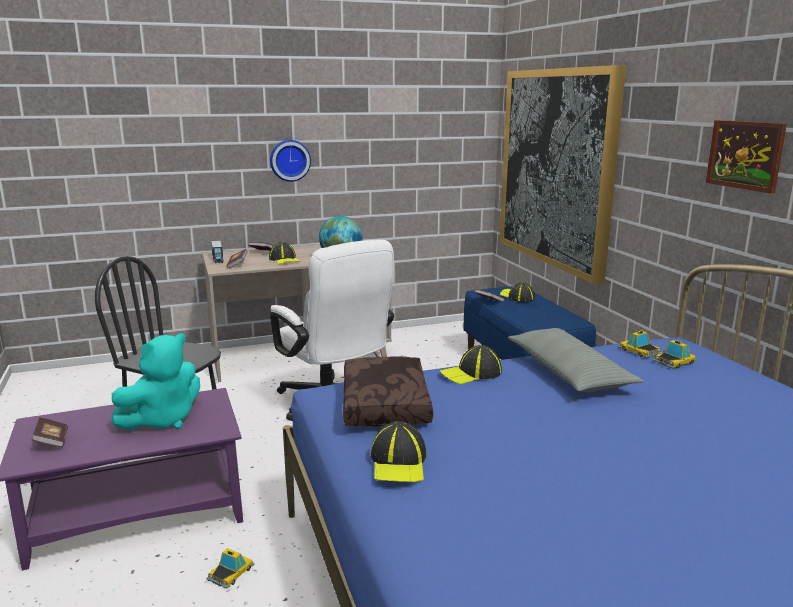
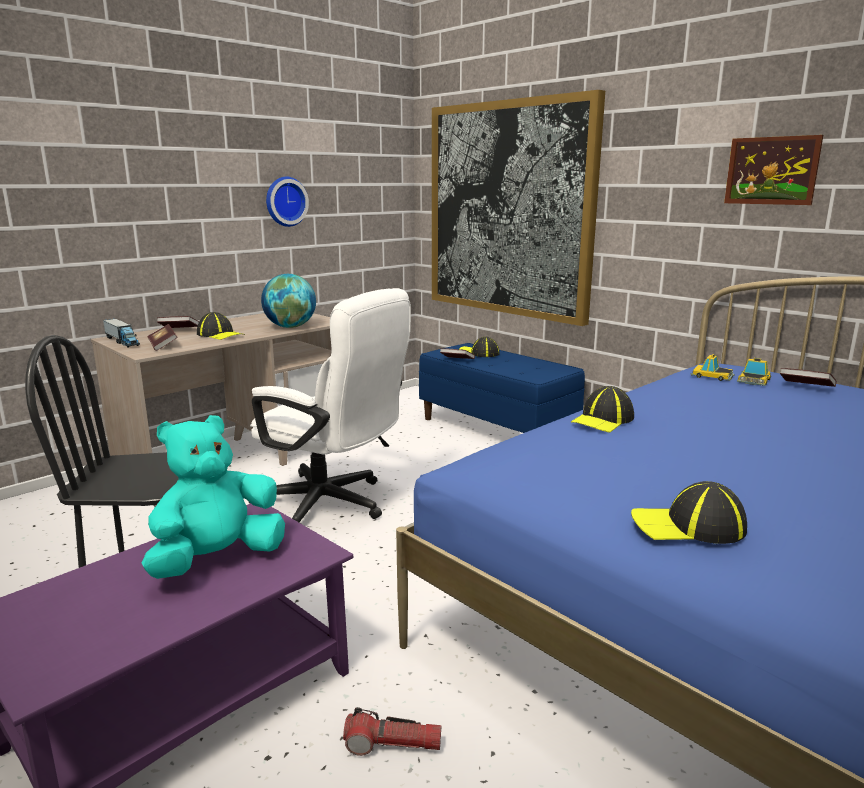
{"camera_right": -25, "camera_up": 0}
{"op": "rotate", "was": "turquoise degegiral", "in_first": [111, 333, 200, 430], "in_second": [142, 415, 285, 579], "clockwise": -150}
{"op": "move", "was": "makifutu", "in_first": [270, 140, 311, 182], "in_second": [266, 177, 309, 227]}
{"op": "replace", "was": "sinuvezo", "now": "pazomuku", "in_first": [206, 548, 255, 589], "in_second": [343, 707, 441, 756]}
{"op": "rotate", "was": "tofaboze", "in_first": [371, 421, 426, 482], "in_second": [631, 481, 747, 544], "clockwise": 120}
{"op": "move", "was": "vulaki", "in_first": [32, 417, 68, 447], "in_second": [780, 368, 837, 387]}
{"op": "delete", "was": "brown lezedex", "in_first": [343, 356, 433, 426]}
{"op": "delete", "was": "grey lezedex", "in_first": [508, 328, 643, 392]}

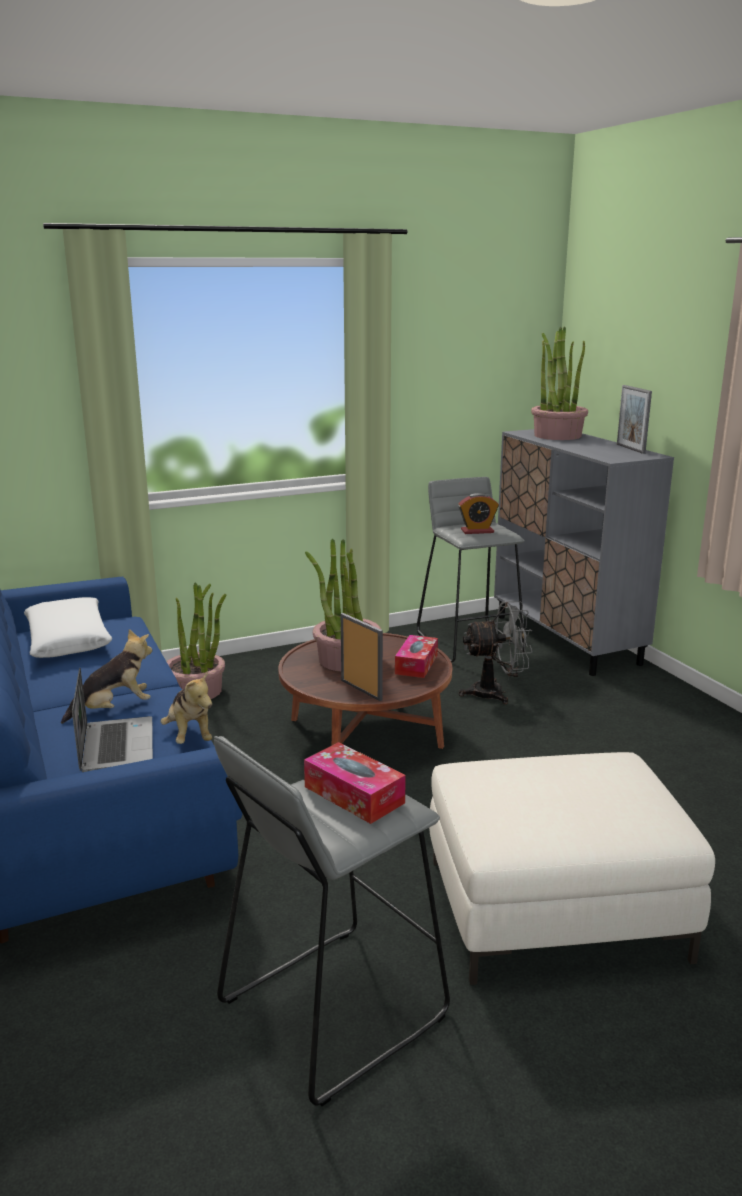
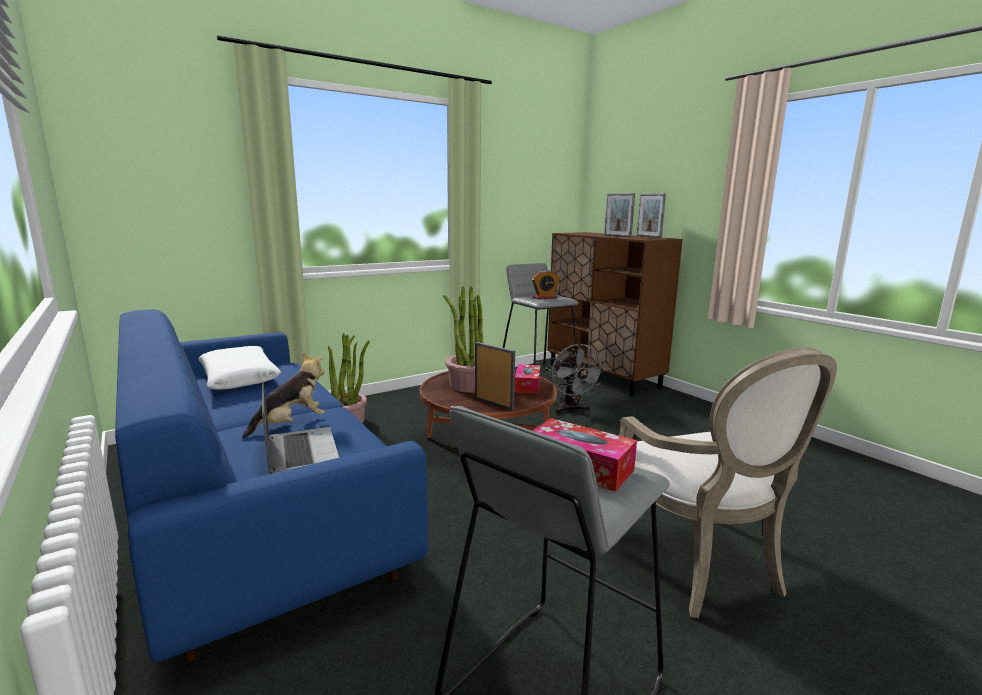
{"camera_right": -10, "camera_up": -5}
{"op": "recolor", "was": "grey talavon", "now": "brown talavon", "in_first": [494, 429, 674, 676], "in_second": [547, 232, 683, 396]}
{"op": "rotate", "was": "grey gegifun", "in_first": [459, 601, 533, 704], "in_second": [552, 343, 606, 414], "clockwise": 90}
{"op": "insert", "now": "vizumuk", "in_second": [604, 193, 635, 237]}
{"op": "replace", "was": "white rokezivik", "now": "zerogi", "in_first": [429, 752, 715, 985], "in_second": [619, 347, 837, 618]}
{"op": "delete", "was": "degegiral", "in_first": [160, 671, 212, 744]}
{"op": "delete", "was": "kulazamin", "in_first": [531, 326, 588, 440]}

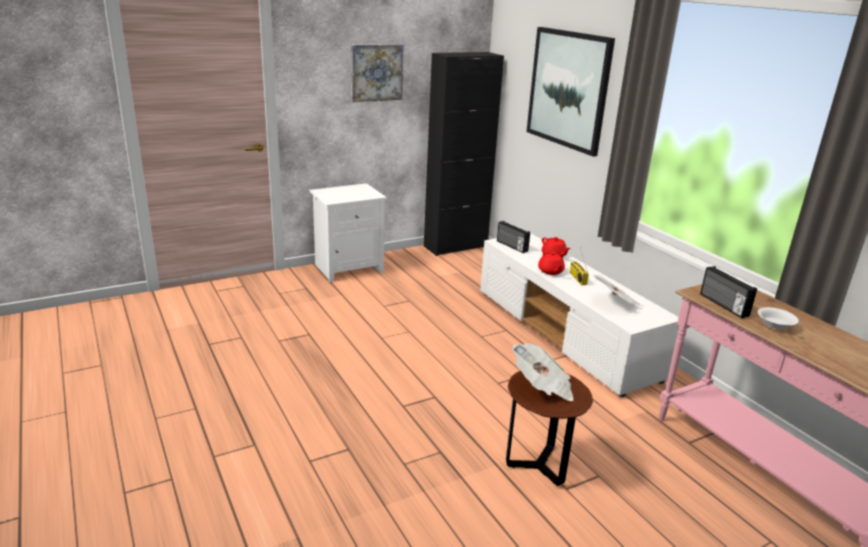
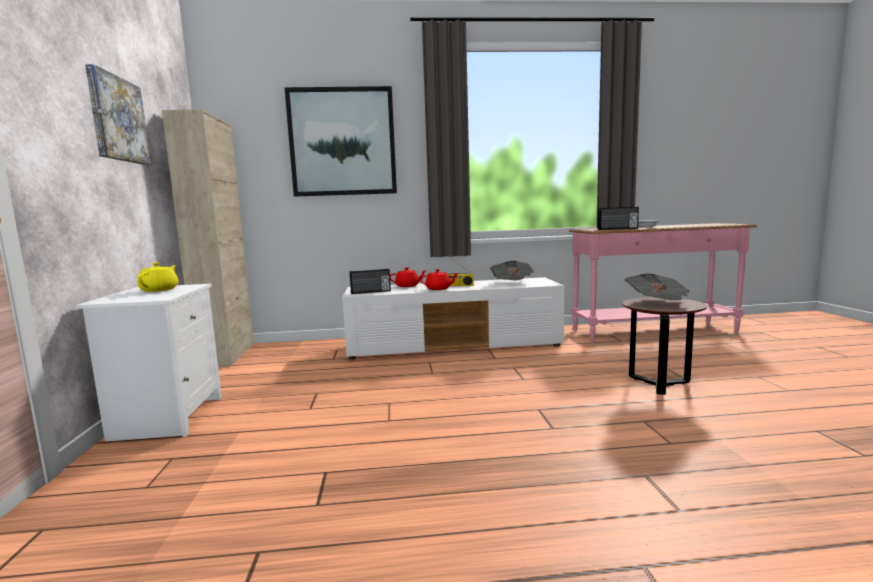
{"camera_right": -65, "camera_up": -15}
{"op": "insert", "now": "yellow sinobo", "in_second": [137, 262, 179, 292]}
{"op": "recolor", "was": "black talavon", "now": "beige talavon", "in_first": [424, 52, 504, 256], "in_second": [162, 109, 254, 367]}

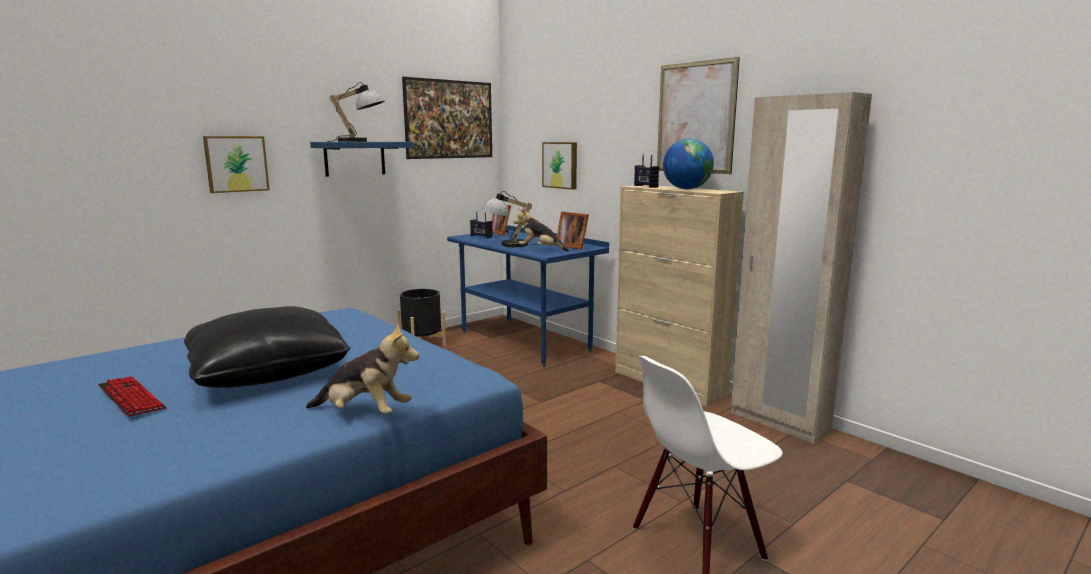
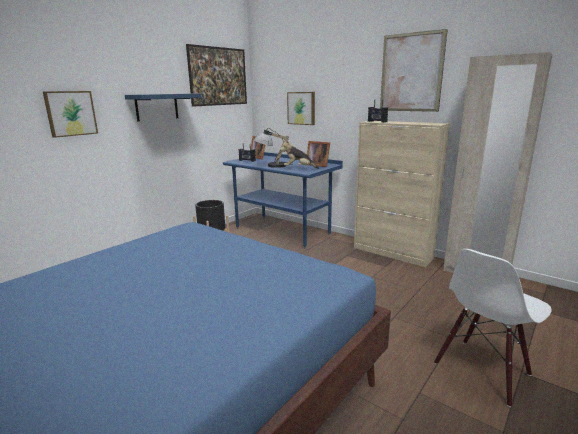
{"camera_right": -10, "camera_up": 5}
{"op": "delete", "was": "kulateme", "in_first": [98, 376, 166, 417]}
{"op": "delete", "was": "black lezedex", "in_first": [184, 306, 351, 388]}
{"op": "delete", "was": "degegiral", "in_first": [306, 323, 419, 414]}
{"op": "delete", "was": "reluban", "in_first": [330, 82, 385, 142]}
{"op": "delete", "was": "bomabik", "in_first": [663, 138, 714, 189]}

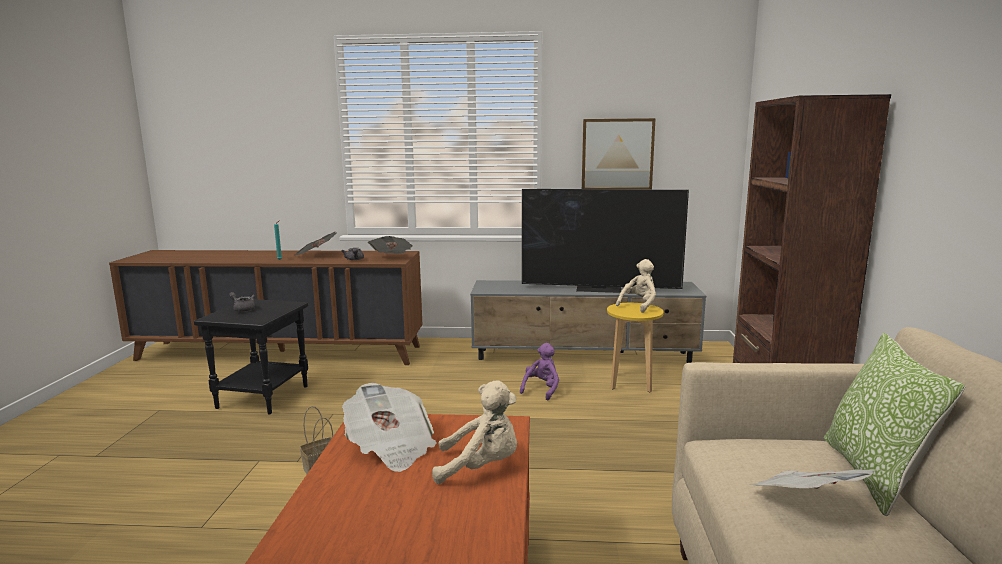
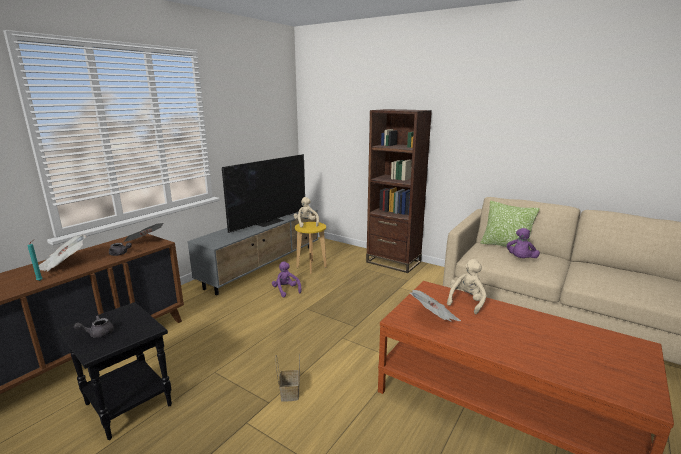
{"camera_right": -60, "camera_up": 5}
{"op": "replace", "was": "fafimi", "now": "purple degegiral", "in_first": [748, 469, 875, 489], "in_second": [507, 228, 540, 258]}
{"op": "delete", "was": "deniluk", "in_first": [582, 118, 656, 189]}

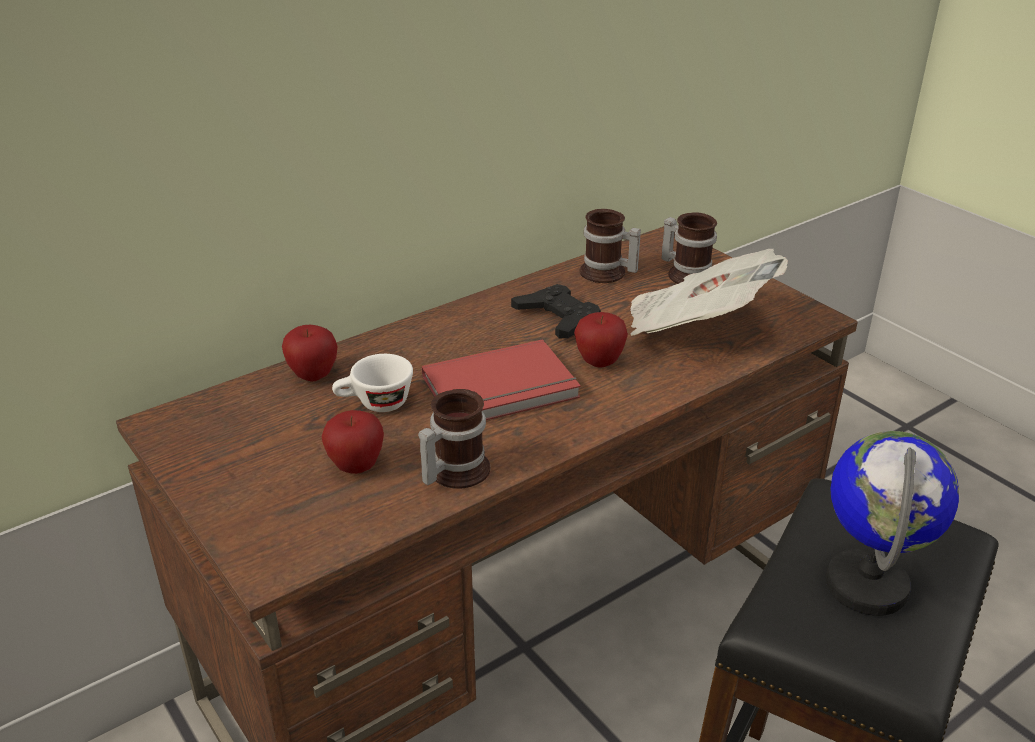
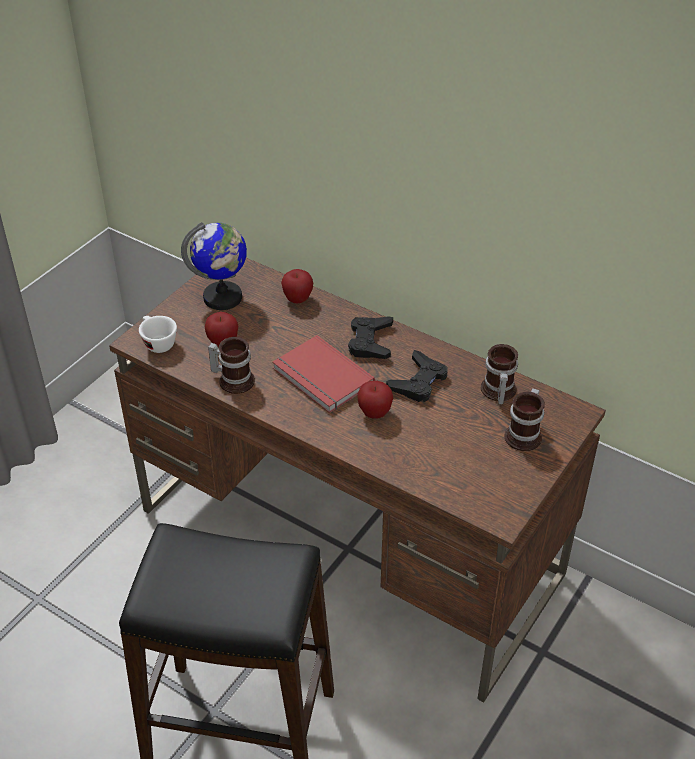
{"camera_right": 70, "camera_up": 10}
{"op": "move", "was": "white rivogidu", "in_first": [332, 354, 413, 412], "in_second": [139, 316, 177, 353]}
{"op": "move", "was": "bomabik", "in_first": [826, 431, 960, 616], "in_second": [181, 222, 247, 310]}
{"op": "insert", "now": "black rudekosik", "in_second": [348, 316, 393, 359]}
{"op": "delete", "was": "fafimi", "in_first": [630, 249, 788, 336]}

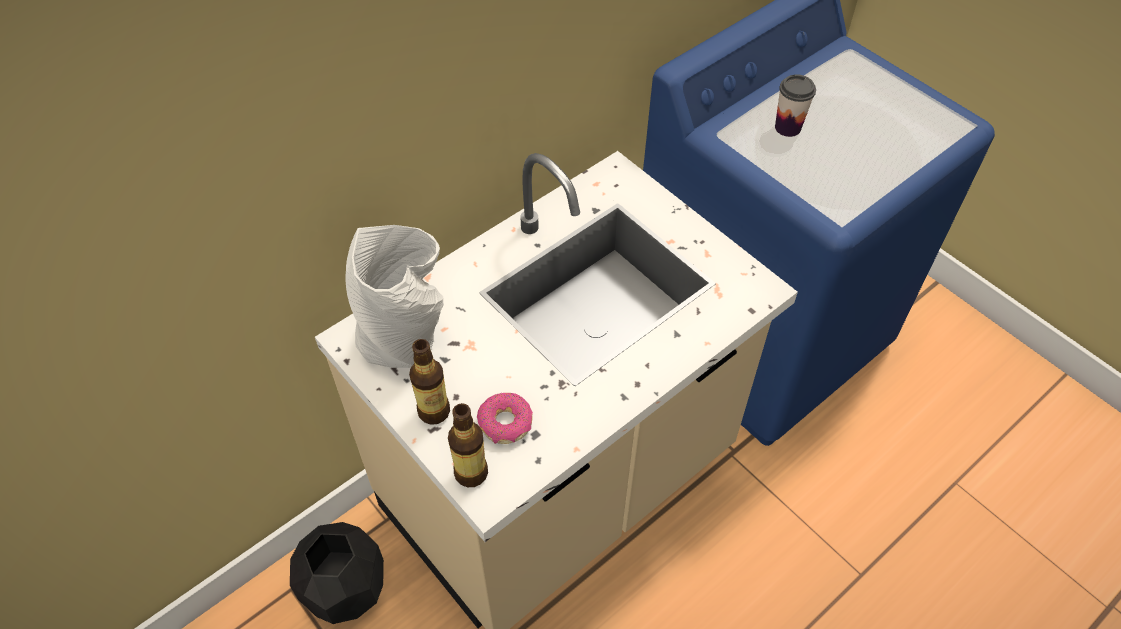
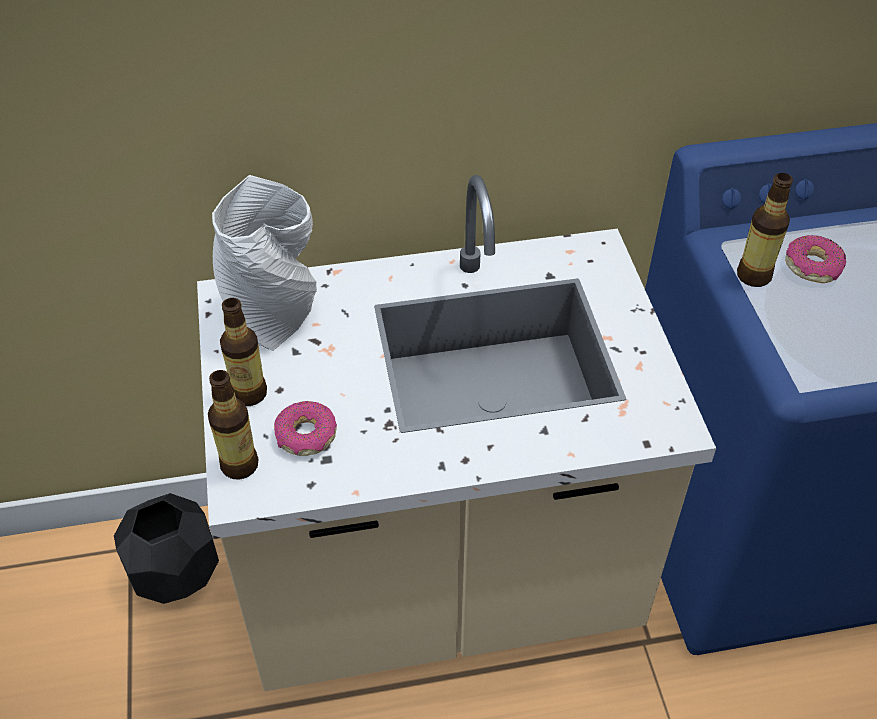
{"camera_right": 30, "camera_up": -5}
{"op": "insert", "now": "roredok", "in_second": [737, 173, 793, 287]}
{"op": "replace", "was": "rivogidu", "now": "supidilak", "in_first": [775, 74, 816, 137], "in_second": [785, 235, 846, 283]}

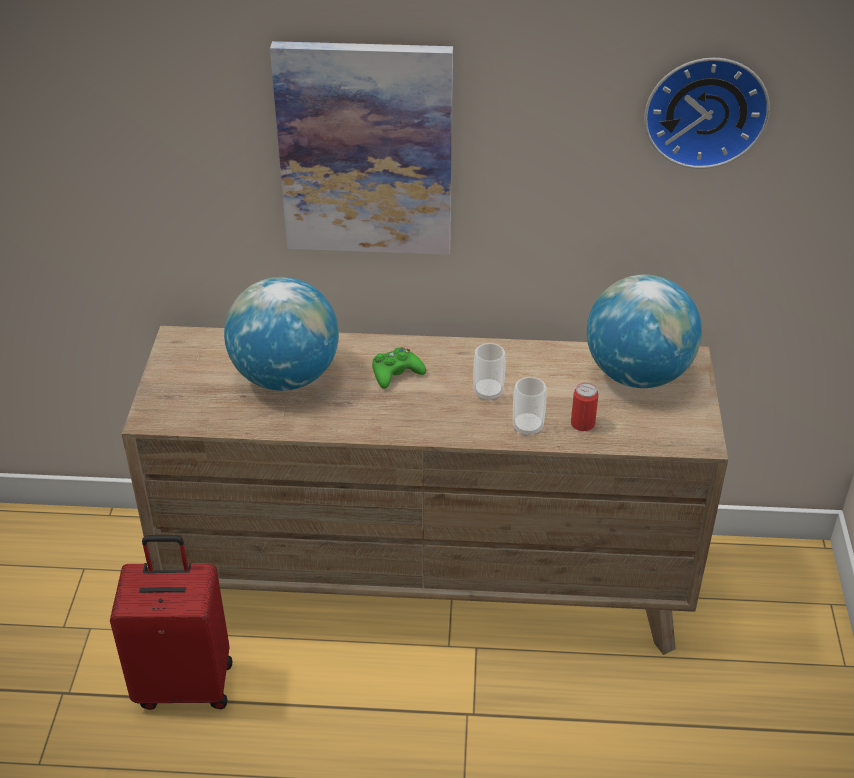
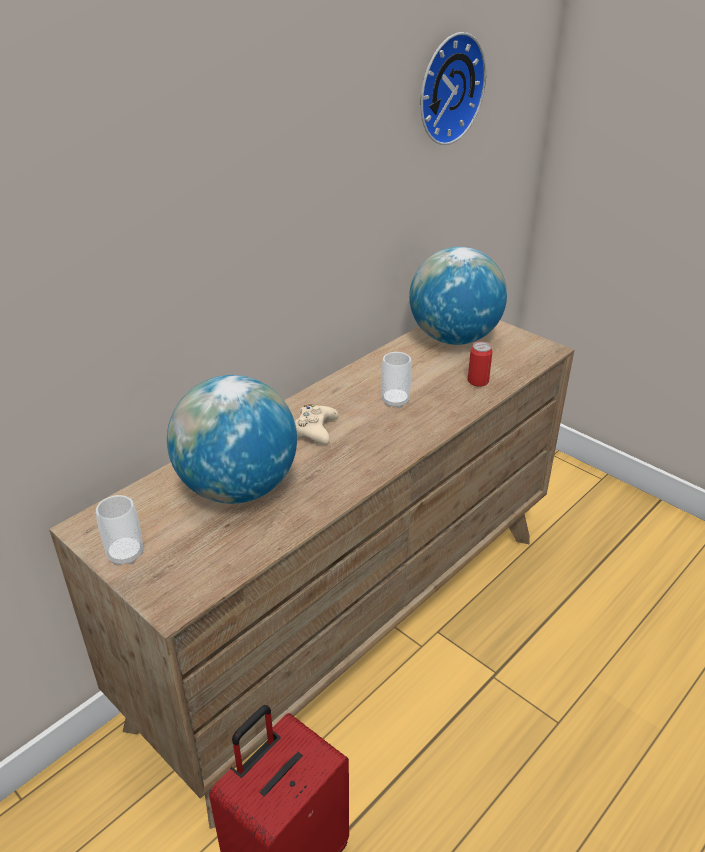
{"camera_right": -50, "camera_up": -5}
{"op": "move", "was": "rivogidu", "in_first": [513, 377, 546, 437], "in_second": [96, 495, 143, 566]}
{"op": "recolor", "was": "green rudekosik", "now": "beige rudekosik", "in_first": [372, 347, 426, 389], "in_second": [295, 404, 338, 444]}
{"op": "delete", "was": "deniluk", "in_first": [270, 41, 453, 255]}

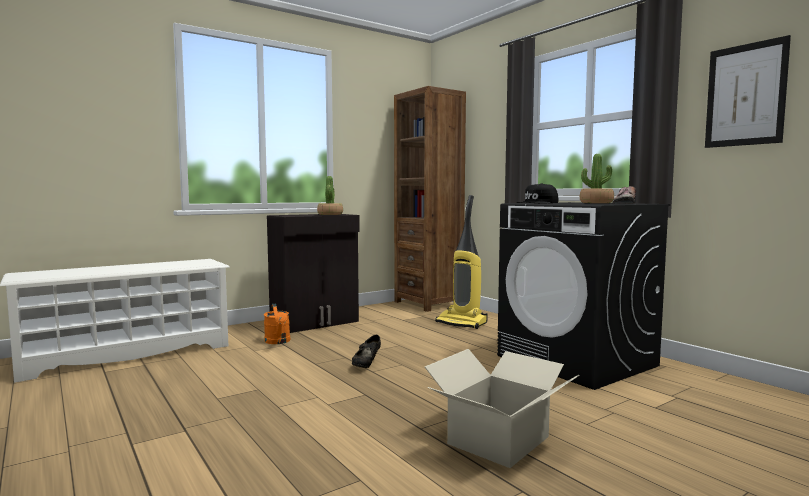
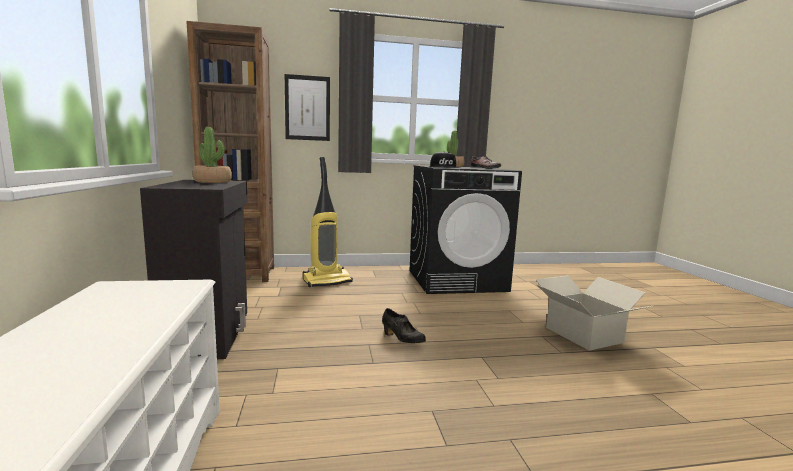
{"camera_right": -65, "camera_up": 5}
{"op": "move", "was": "deniluk", "in_first": [705, 35, 791, 148], "in_second": [285, 74, 330, 141]}
{"op": "delete", "was": "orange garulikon", "in_first": [264, 304, 290, 344]}

